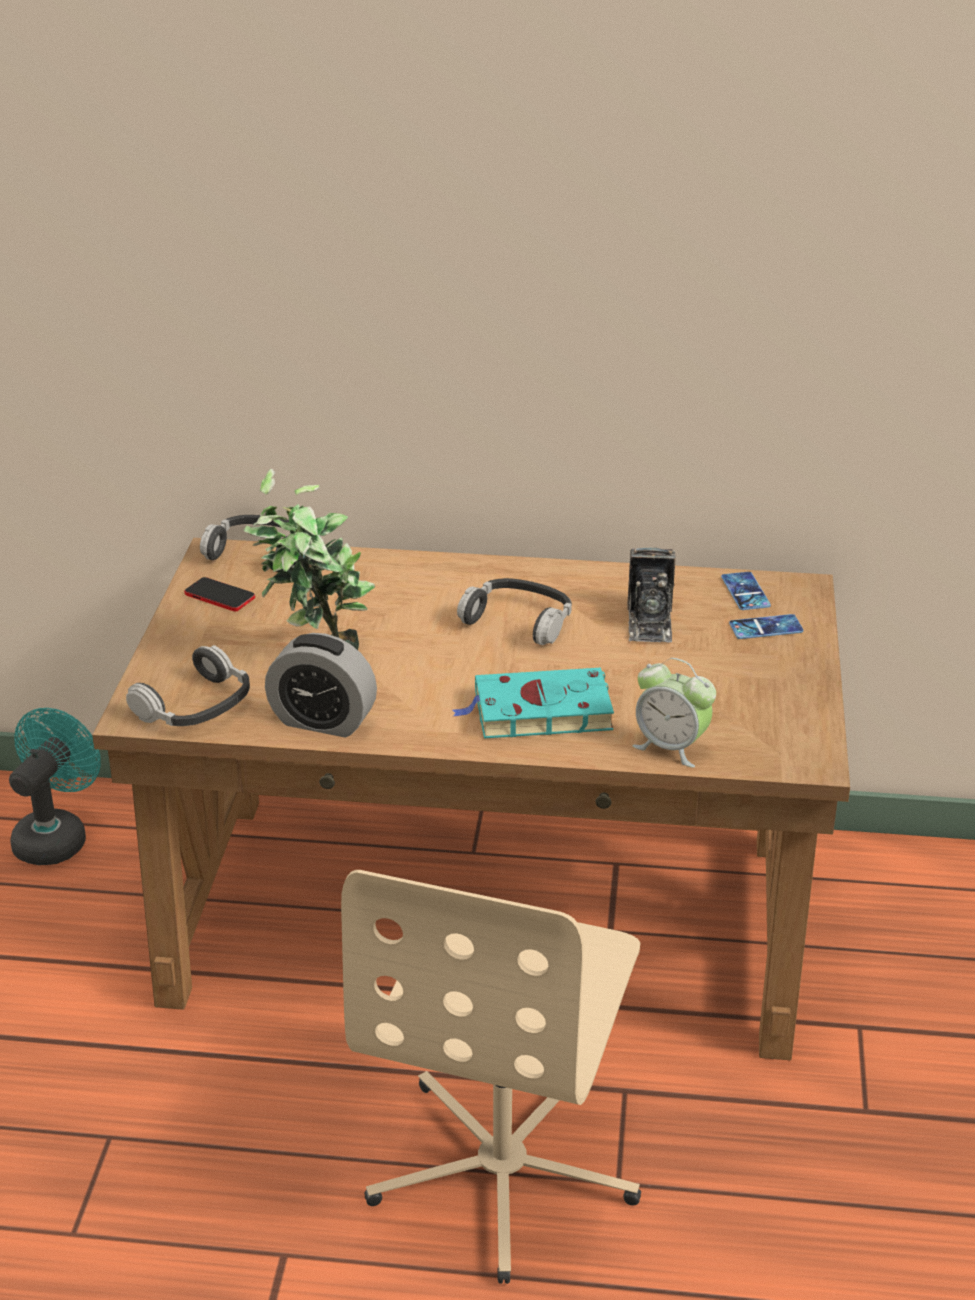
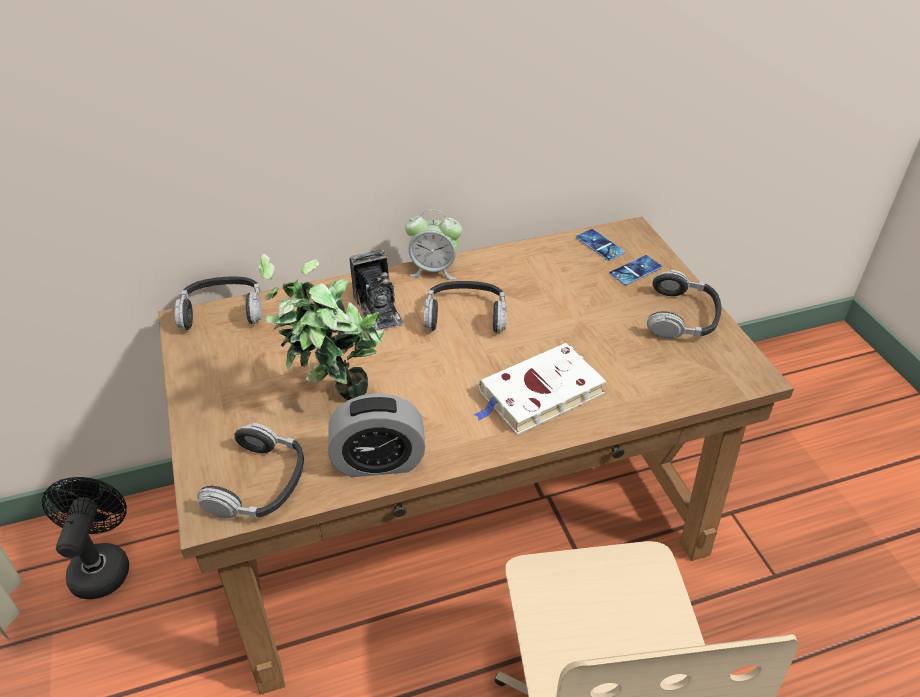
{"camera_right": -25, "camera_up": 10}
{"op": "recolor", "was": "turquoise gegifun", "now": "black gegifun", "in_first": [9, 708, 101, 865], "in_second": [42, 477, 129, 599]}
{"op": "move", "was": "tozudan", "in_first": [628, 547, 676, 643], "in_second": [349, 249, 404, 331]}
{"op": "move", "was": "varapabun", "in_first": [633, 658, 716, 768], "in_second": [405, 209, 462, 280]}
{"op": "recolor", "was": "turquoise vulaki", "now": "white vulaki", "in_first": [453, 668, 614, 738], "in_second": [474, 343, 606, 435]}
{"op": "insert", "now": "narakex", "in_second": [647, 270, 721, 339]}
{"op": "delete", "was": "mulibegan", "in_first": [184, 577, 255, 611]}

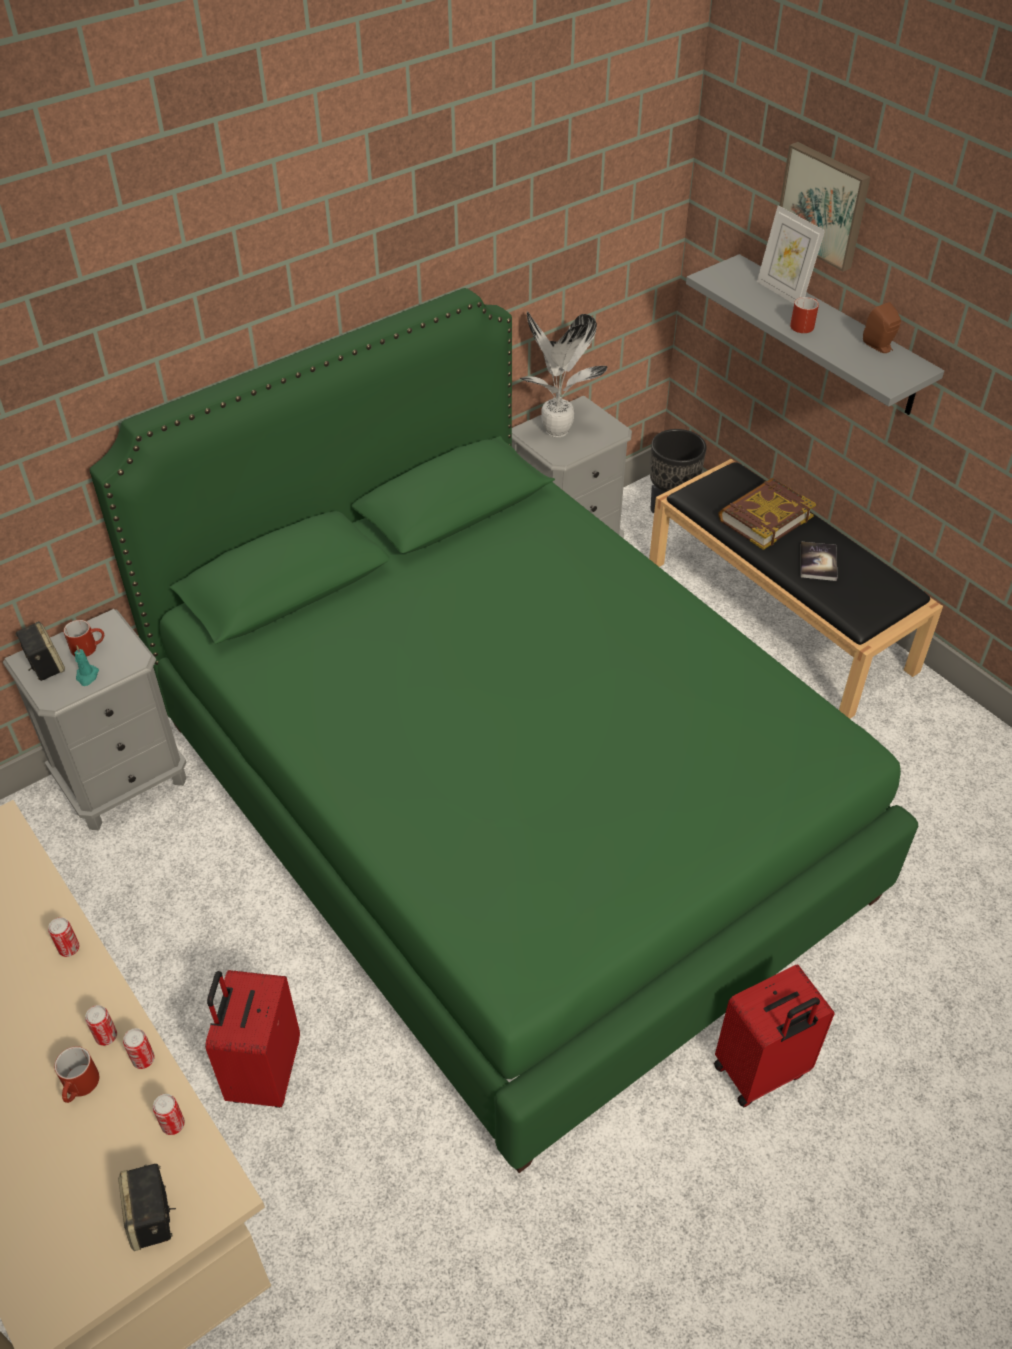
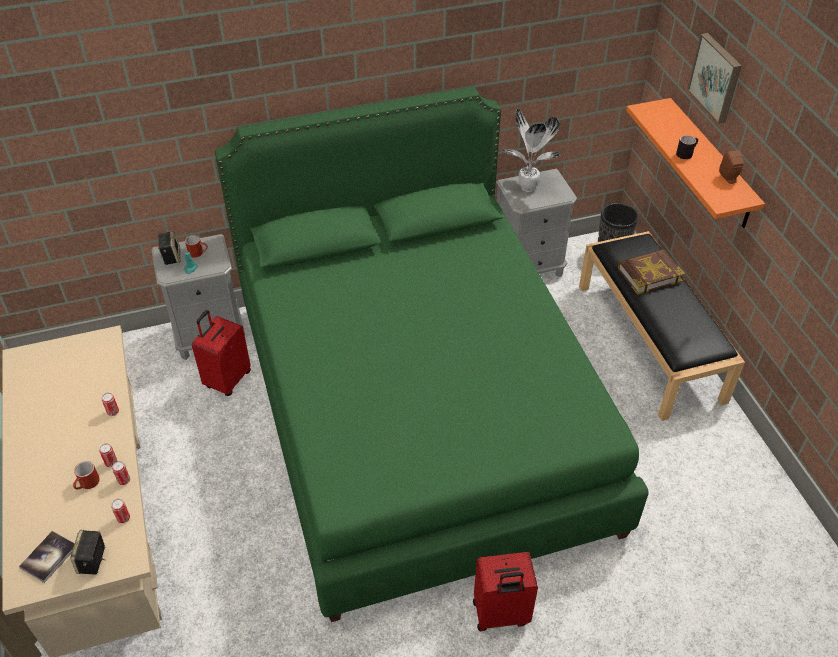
{"camera_right": 20, "camera_up": 0}
{"op": "move", "was": "vulaki", "in_first": [801, 541, 837, 581], "in_second": [19, 531, 75, 583]}
{"op": "move", "was": "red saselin", "in_first": [205, 970, 300, 1108], "in_second": [192, 310, 251, 396]}
{"op": "recolor", "was": "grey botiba", "now": "orange botiba", "in_first": [686, 254, 944, 415], "in_second": [626, 98, 765, 228]}
{"op": "recolor", "was": "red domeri", "now": "black domeri", "in_first": [790, 297, 819, 333], "in_second": [676, 135, 698, 159]}
{"op": "delete", "was": "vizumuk", "in_first": [757, 205, 825, 304]}

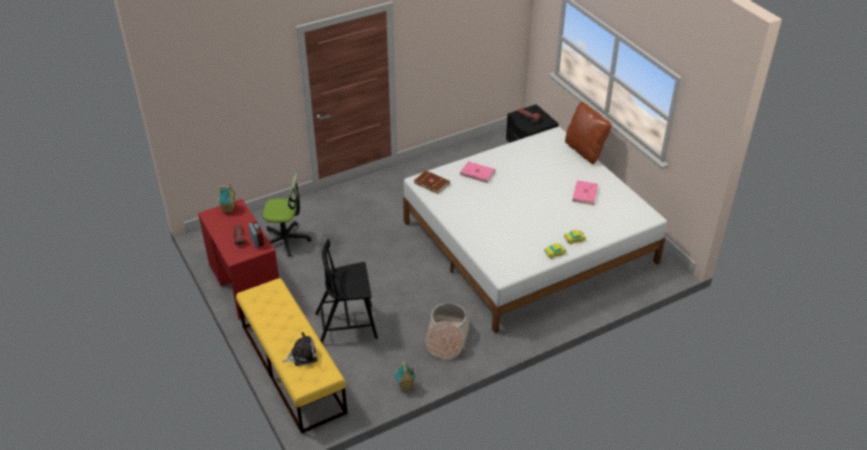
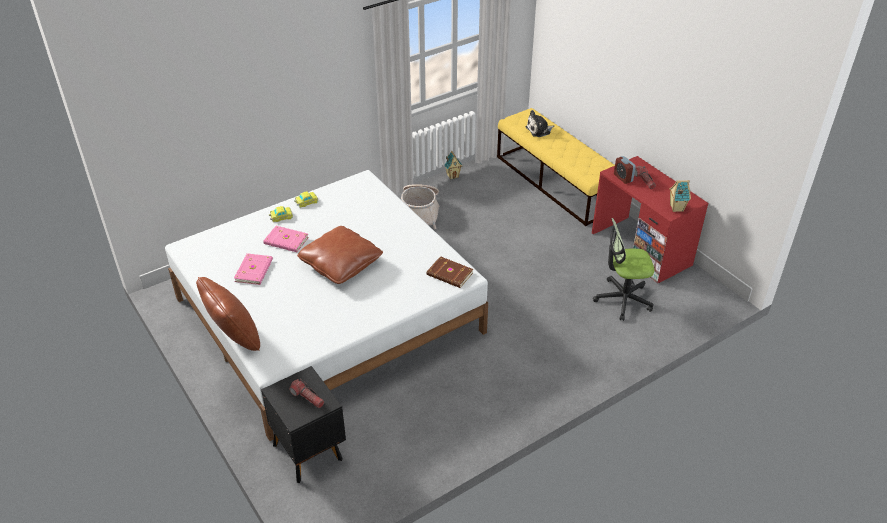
{"camera_right": 175, "camera_up": 0}
{"op": "move", "was": "pink vulaki", "in_first": [460, 161, 495, 183], "in_second": [263, 226, 309, 252]}
{"op": "insert", "now": "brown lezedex", "in_second": [297, 226, 383, 284]}
{"op": "delete", "was": "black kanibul", "in_first": [315, 239, 378, 343]}

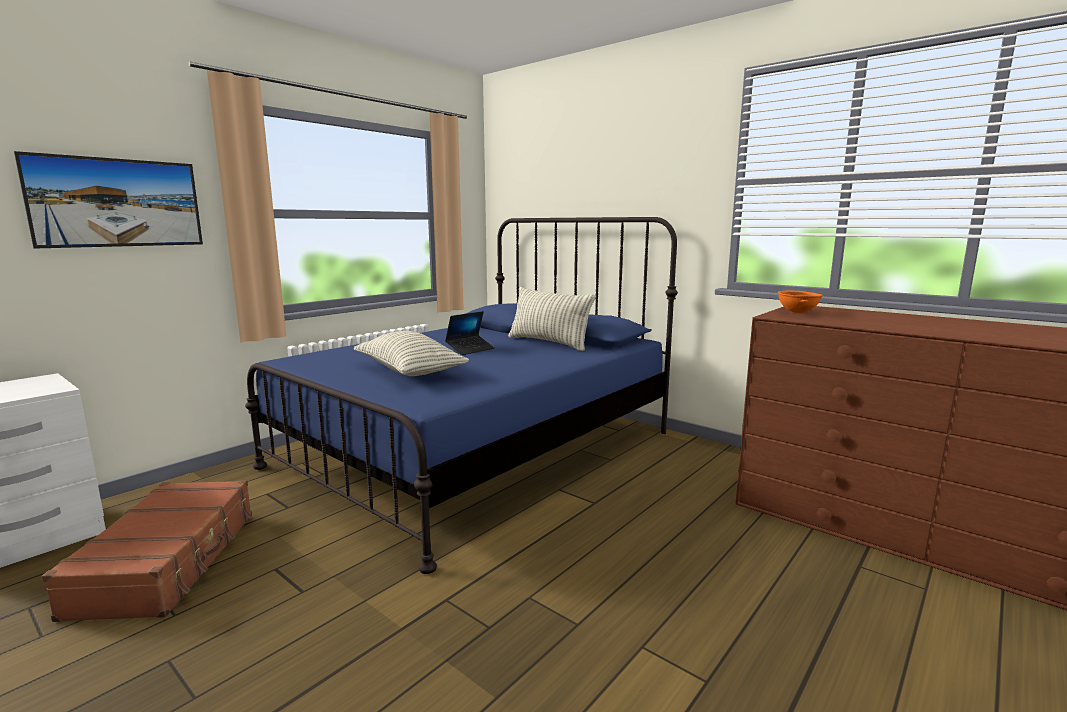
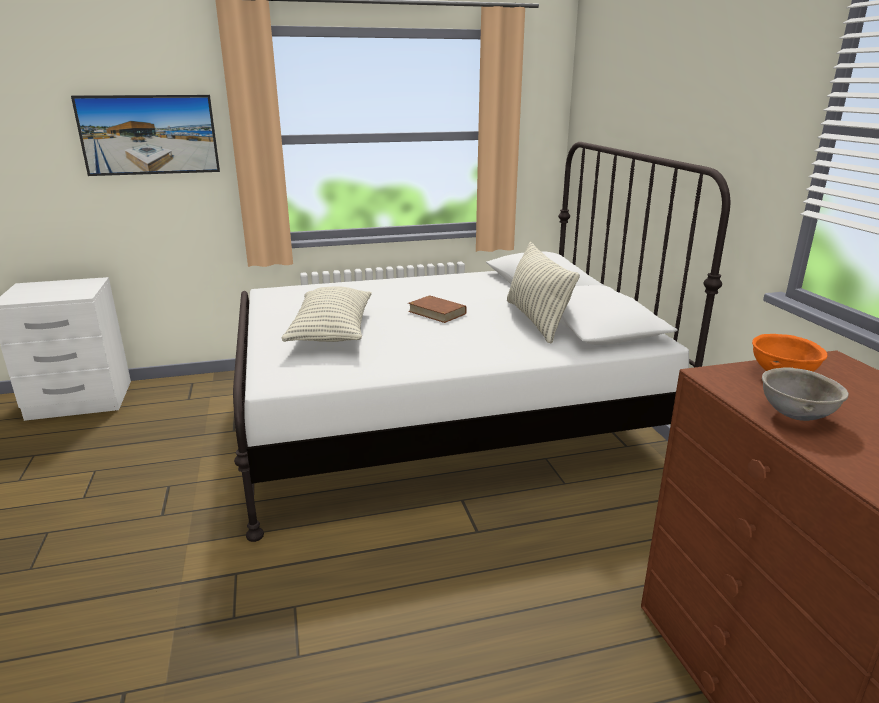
{"camera_right": 35, "camera_up": 10}
{"op": "recolor", "was": "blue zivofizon", "now": "white zivofizon", "in_first": [245, 217, 678, 574], "in_second": [233, 142, 730, 542]}
{"op": "replace", "was": "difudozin", "now": "brown vulaki", "in_first": [445, 311, 494, 355], "in_second": [408, 295, 467, 323]}
{"op": "insert", "now": "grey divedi", "in_second": [762, 367, 849, 421]}
{"op": "delete", "was": "brown saselin", "in_first": [42, 480, 252, 622]}

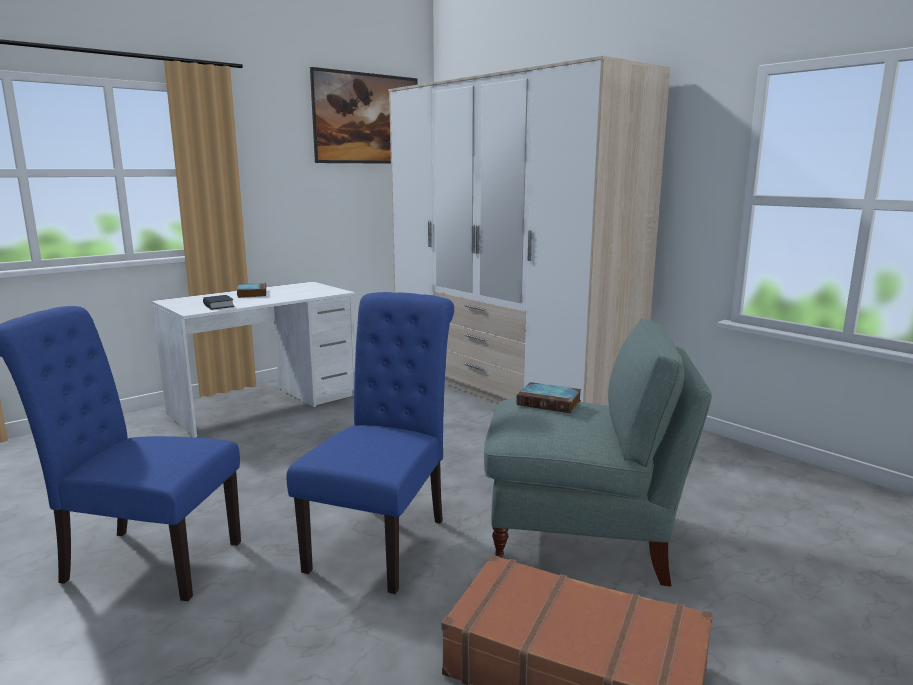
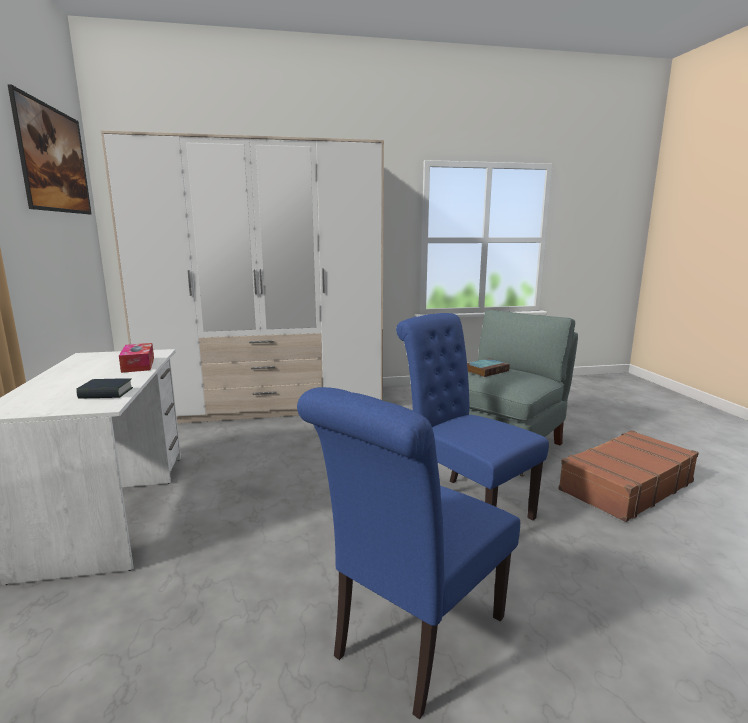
{"camera_right": -60, "camera_up": 0}
{"op": "insert", "now": "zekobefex", "in_second": [119, 343, 154, 373]}
{"op": "delete", "was": "vulaki", "in_first": [237, 283, 266, 298]}

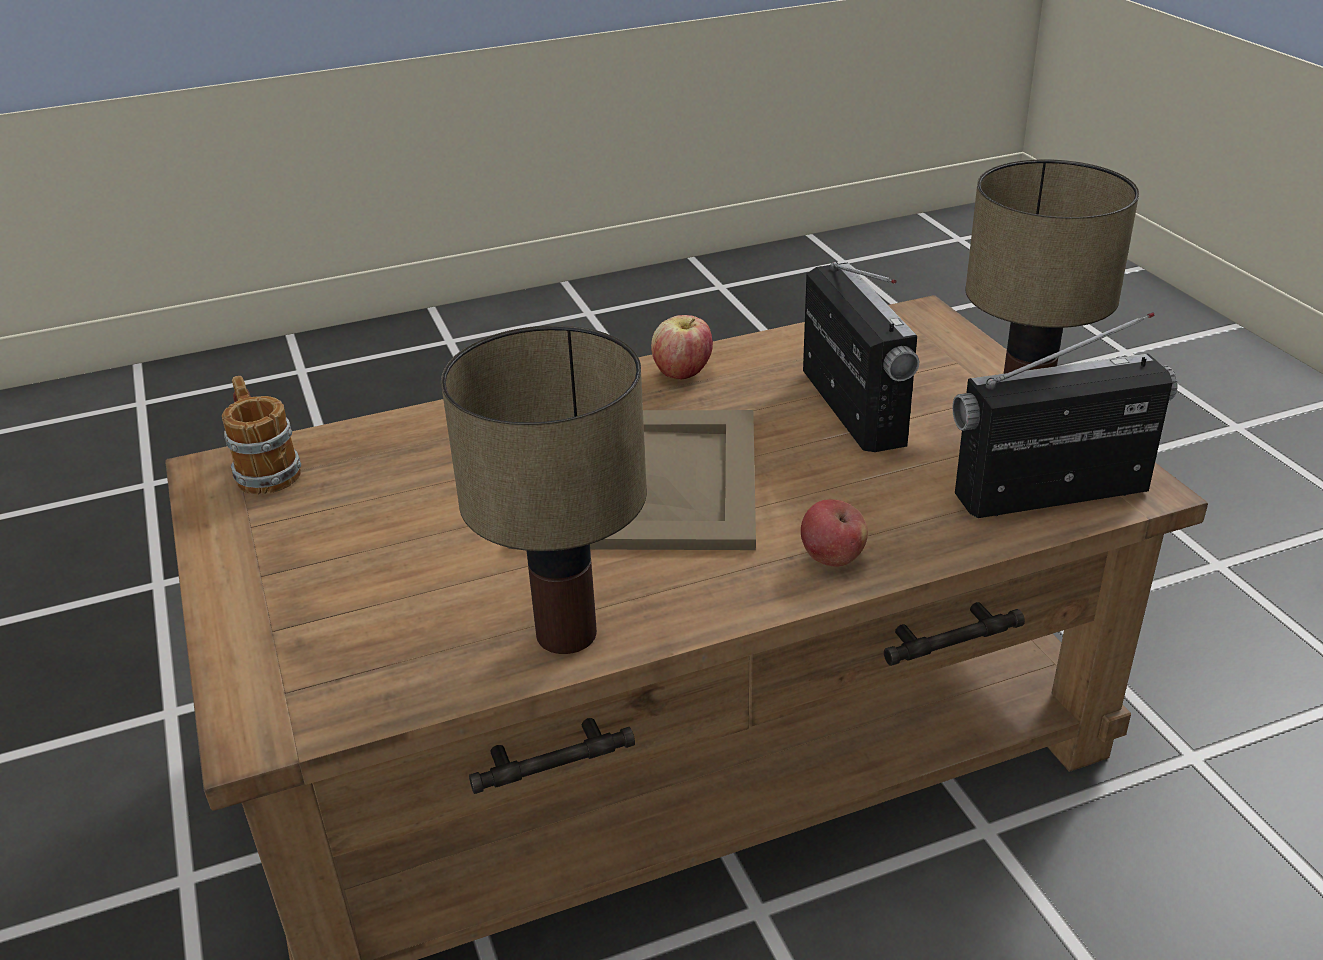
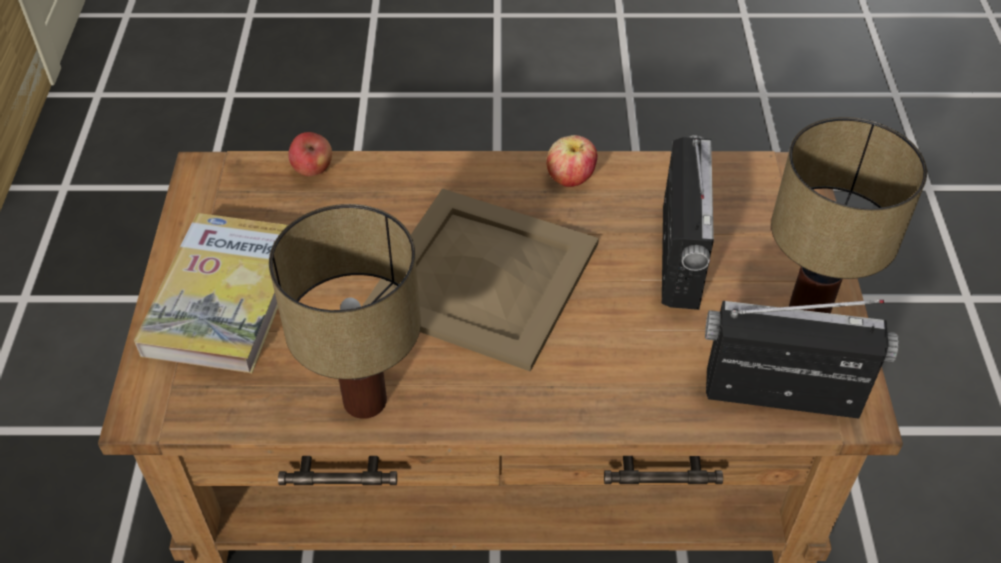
{"camera_right": 20, "camera_up": 15}
{"op": "insert", "now": "vulaki", "in_second": [134, 213, 288, 373]}
{"op": "move", "was": "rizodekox", "in_first": [801, 499, 868, 567], "in_second": [288, 132, 332, 176]}
{"op": "delete", "was": "domeri", "in_first": [222, 376, 301, 494]}

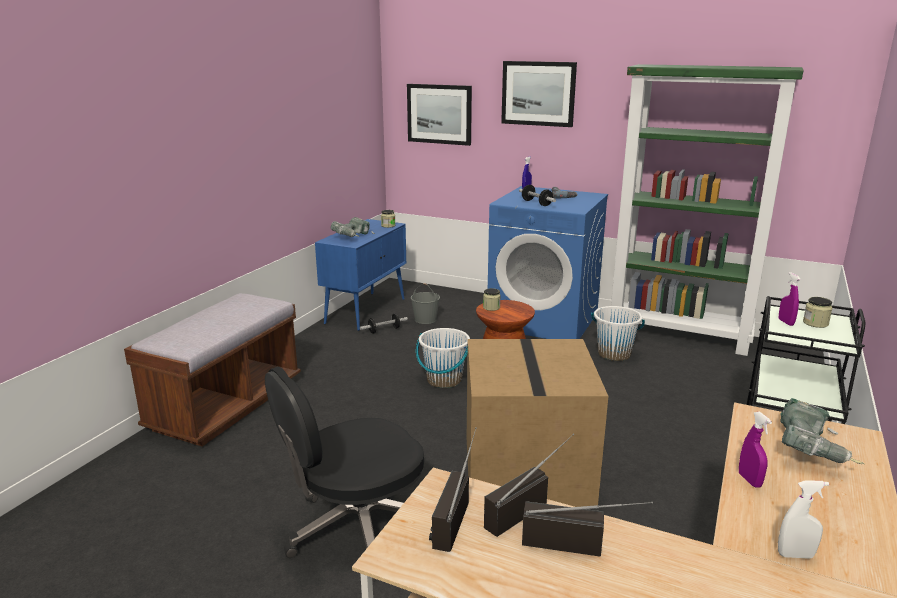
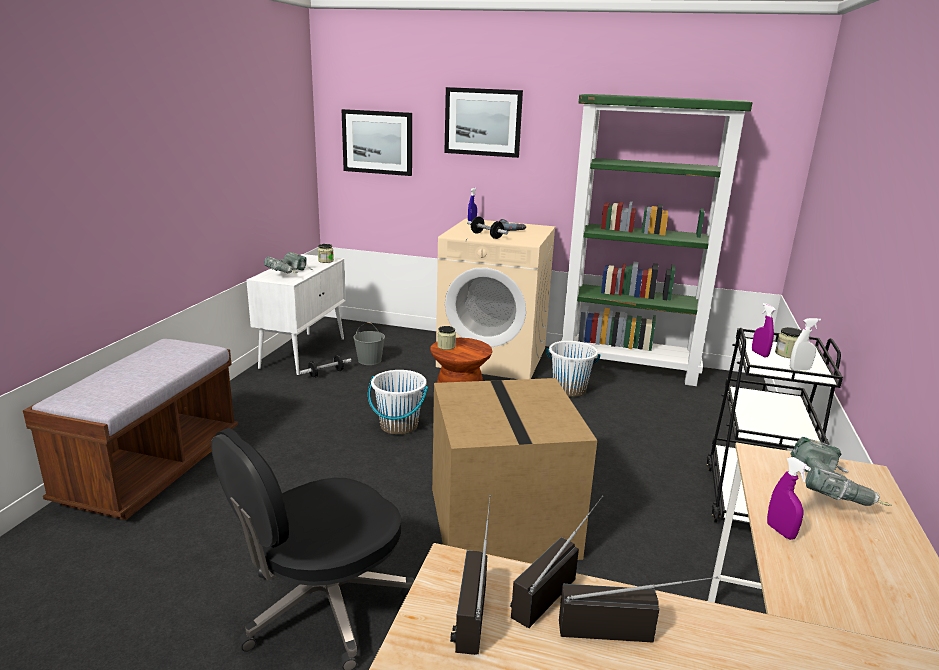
{"camera_right": -10, "camera_up": 0}
{"op": "recolor", "was": "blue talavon", "now": "white talavon", "in_first": [315, 219, 406, 331], "in_second": [246, 254, 346, 375]}
{"op": "recolor", "was": "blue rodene", "now": "beige rodene", "in_first": [488, 186, 608, 339], "in_second": [436, 218, 556, 379]}
{"op": "move", "was": "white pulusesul", "in_first": [778, 480, 829, 559], "in_second": [790, 318, 821, 370]}

